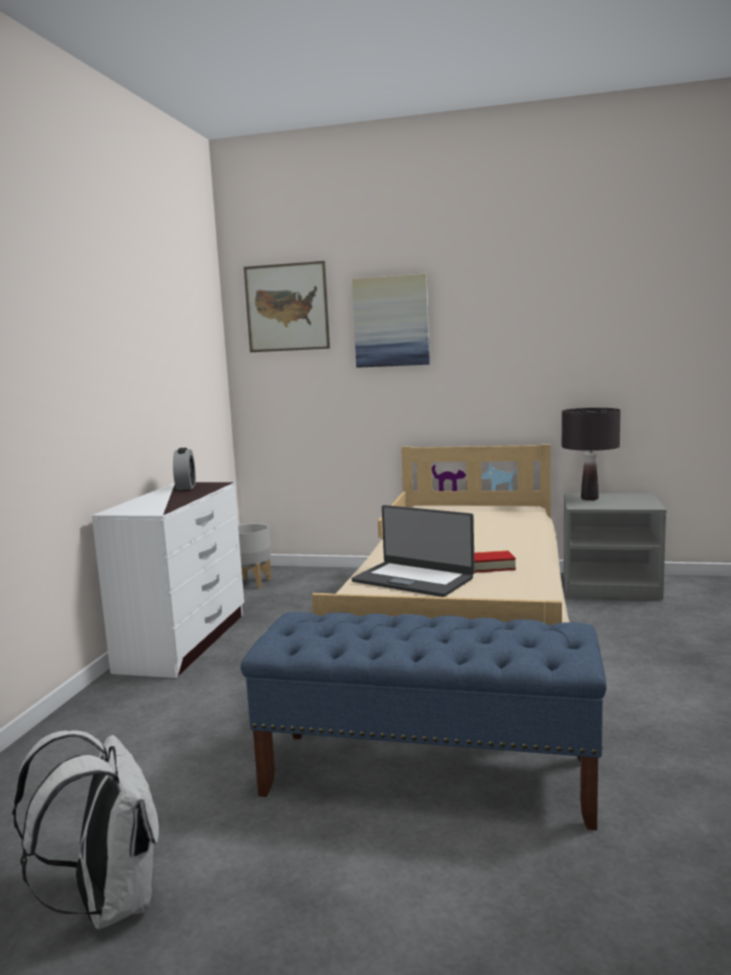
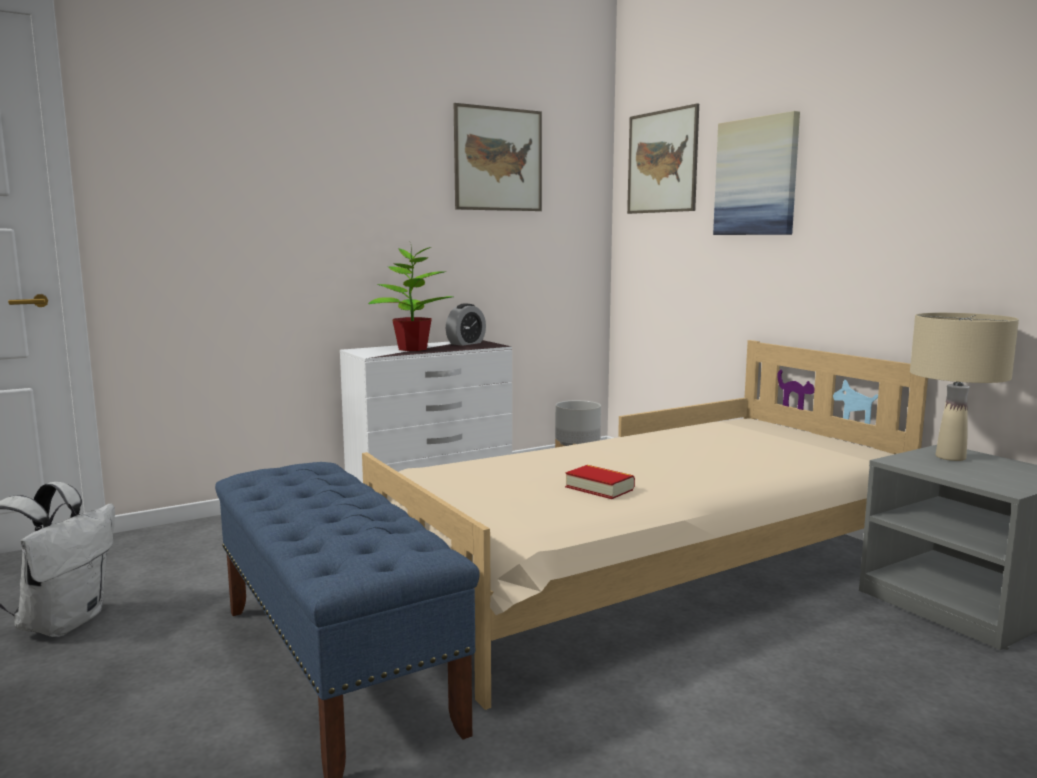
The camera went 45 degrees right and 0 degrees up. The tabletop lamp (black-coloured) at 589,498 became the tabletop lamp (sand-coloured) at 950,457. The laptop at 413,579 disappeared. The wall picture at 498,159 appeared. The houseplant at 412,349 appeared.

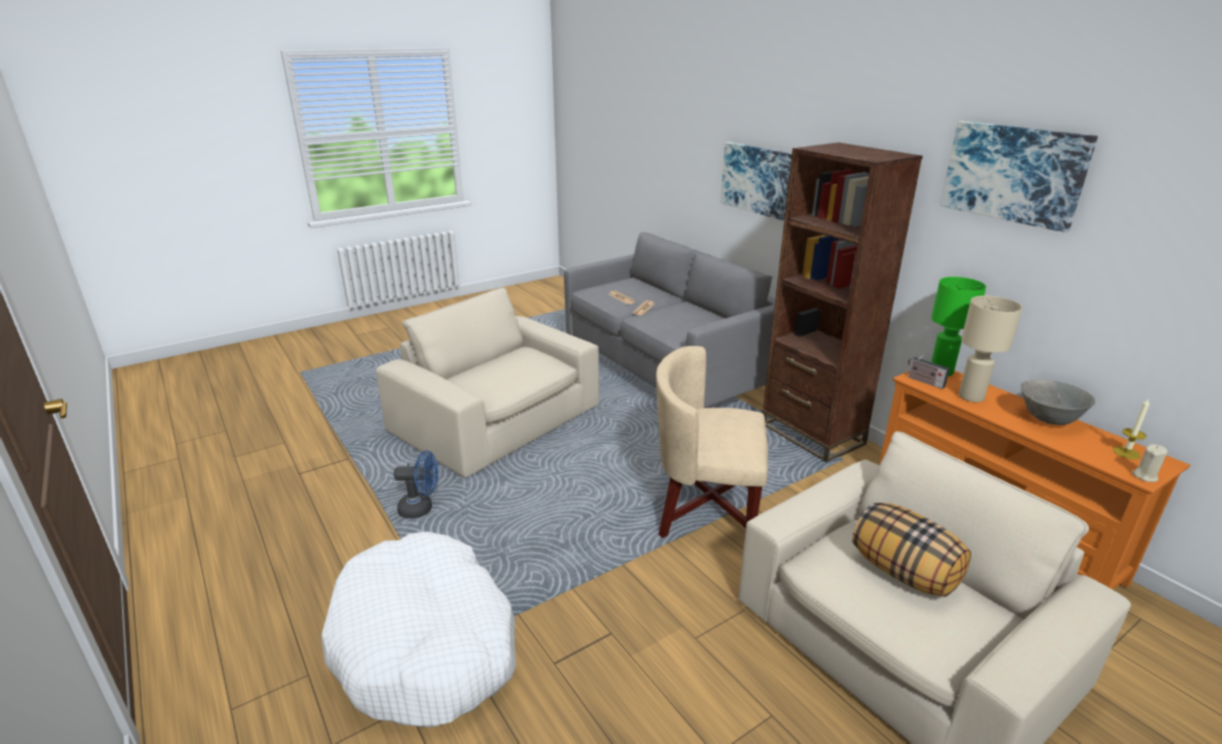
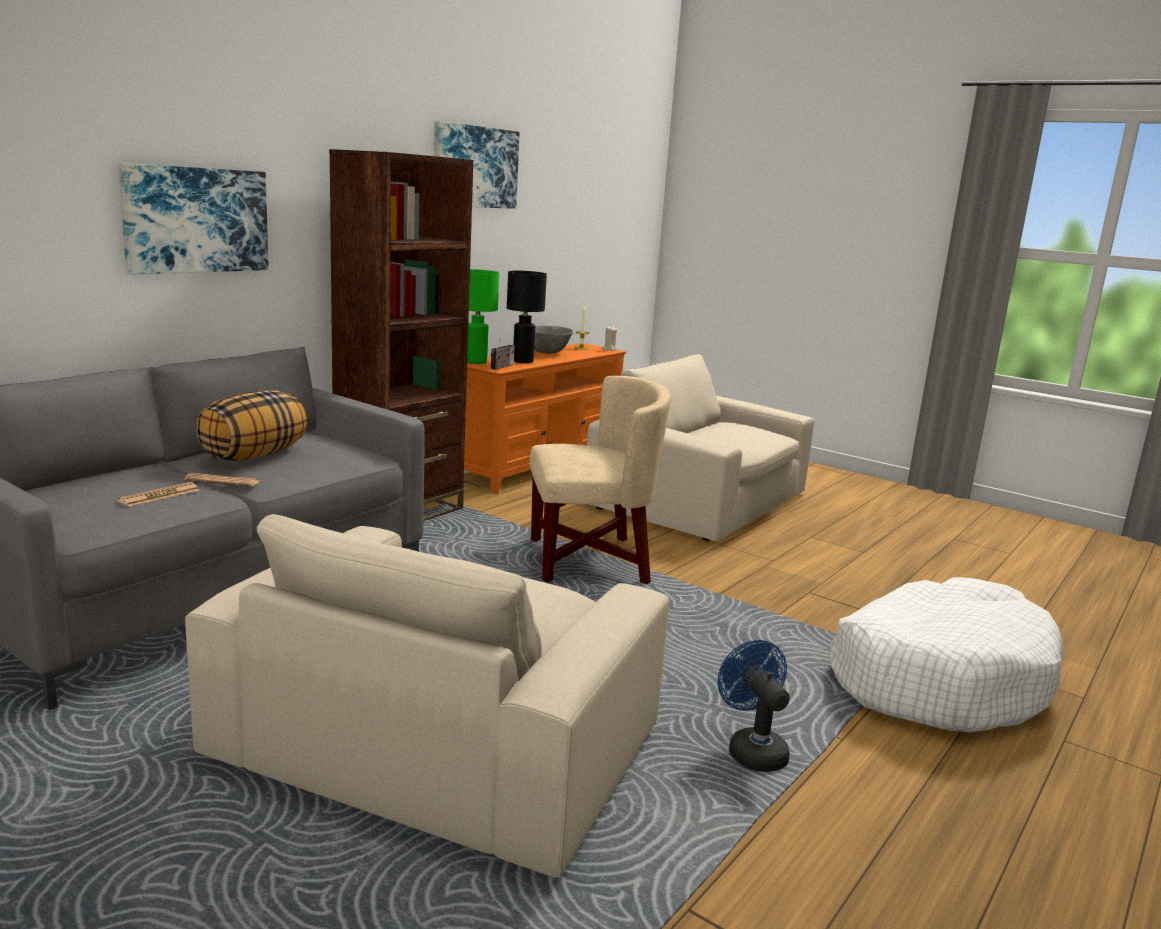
The camera went 110 degrees left and 10 degrees down. The tabletop lamp (sand-coloured) at 971,397 became the tabletop lamp (black-coloured) at 523,361. The armchair (sand-coloured) at 706,509 turned 90 degrees counterclockwise. The cushion moved from 904,572 to 254,455.

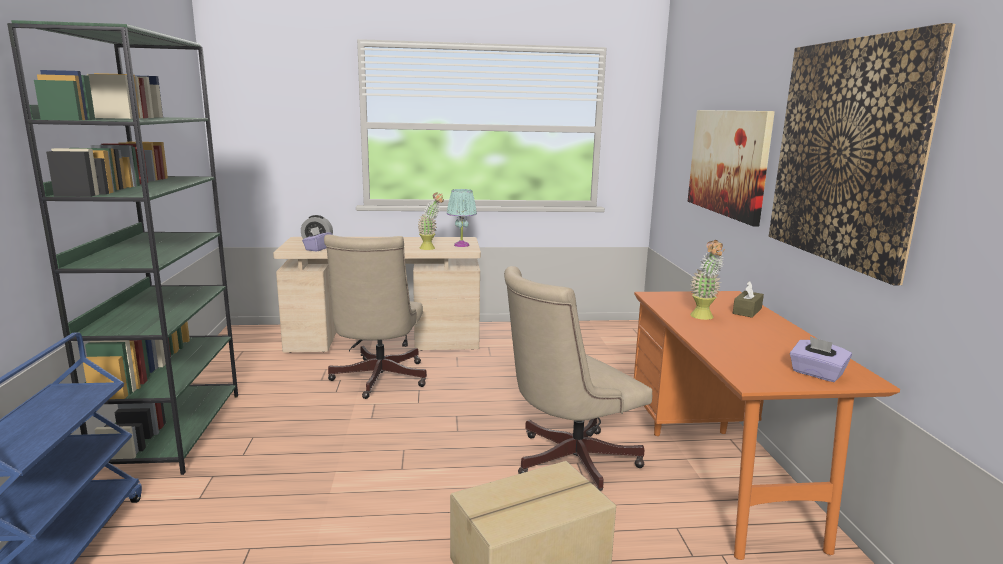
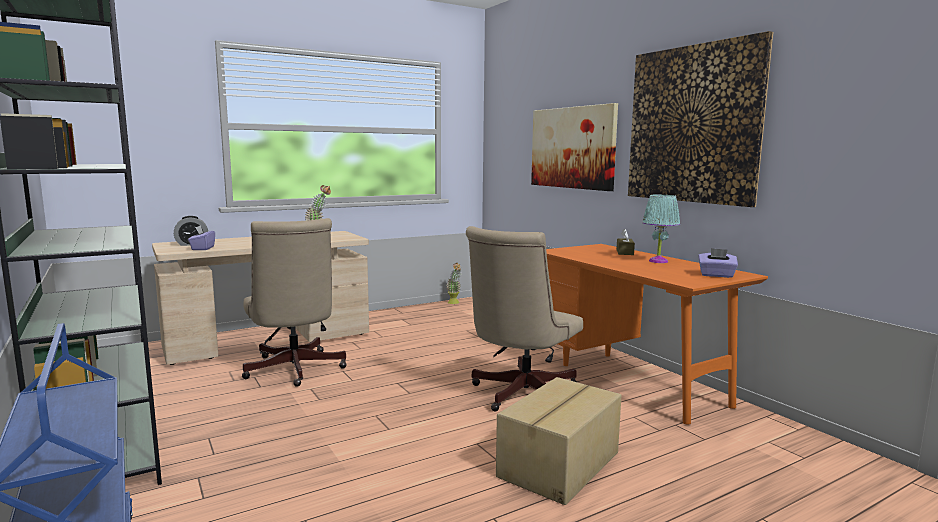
The camera went 25 degrees left and 5 degrees down. The tabletop lamp (turquoise-coloured) moved from 461,245 to 658,261. The houseplant moved from 703,318 to 454,303.

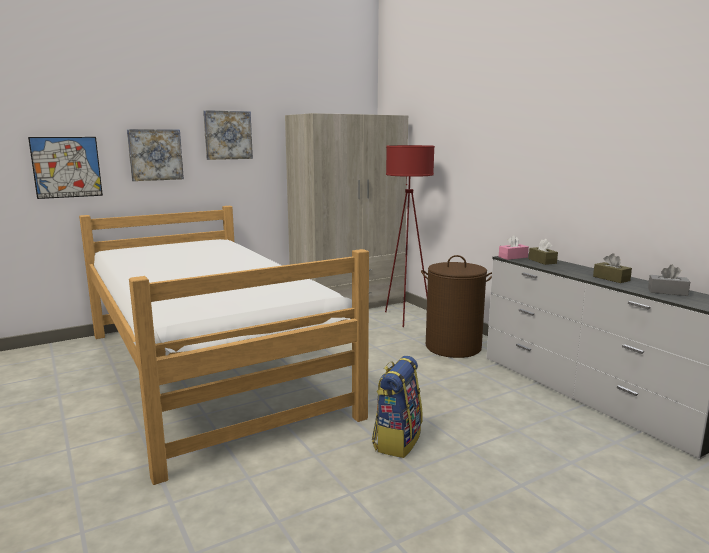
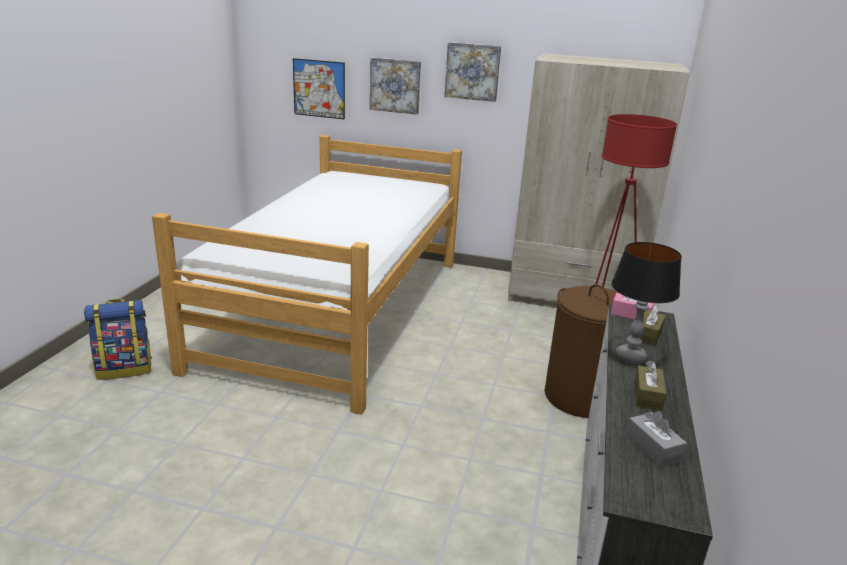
The camera went 45 degrees right and 10 degrees up. The knapsack moved from 397,440 to 125,369. The tabletop lamp at 630,357 appeared.

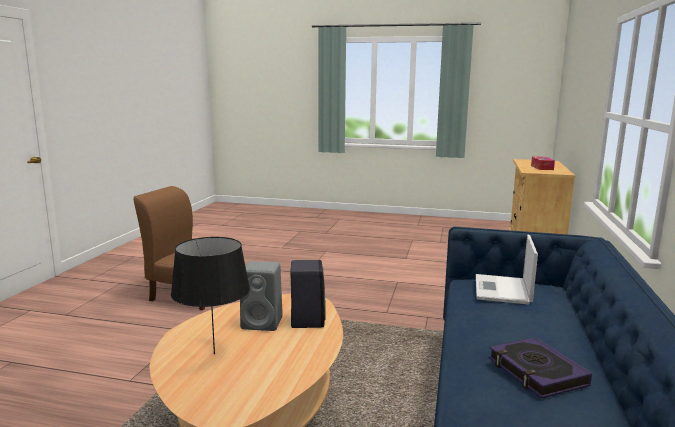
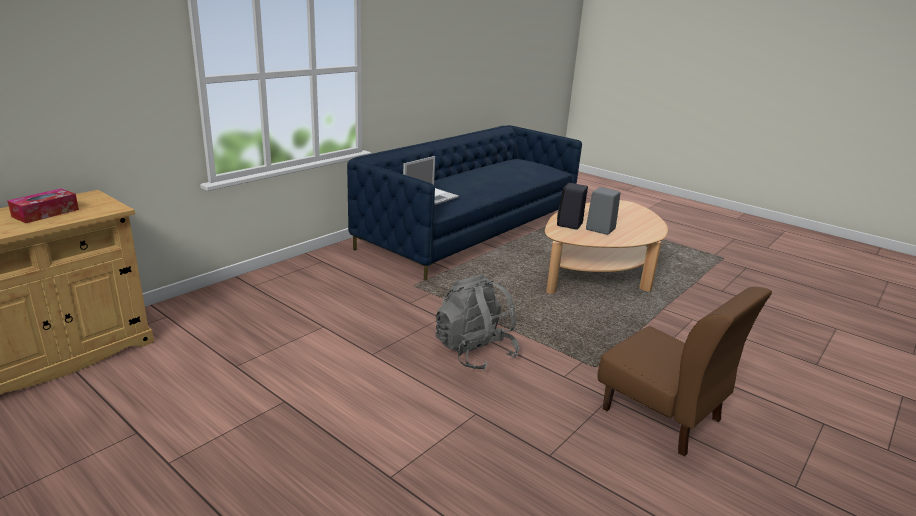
The camera went 155 degrees left and 10 degrees up. The tabletop lamp (black-coloured) at 214,354 disappeared. The volume at 536,372 disappeared. The knapsack (grey) at 474,352 appeared.

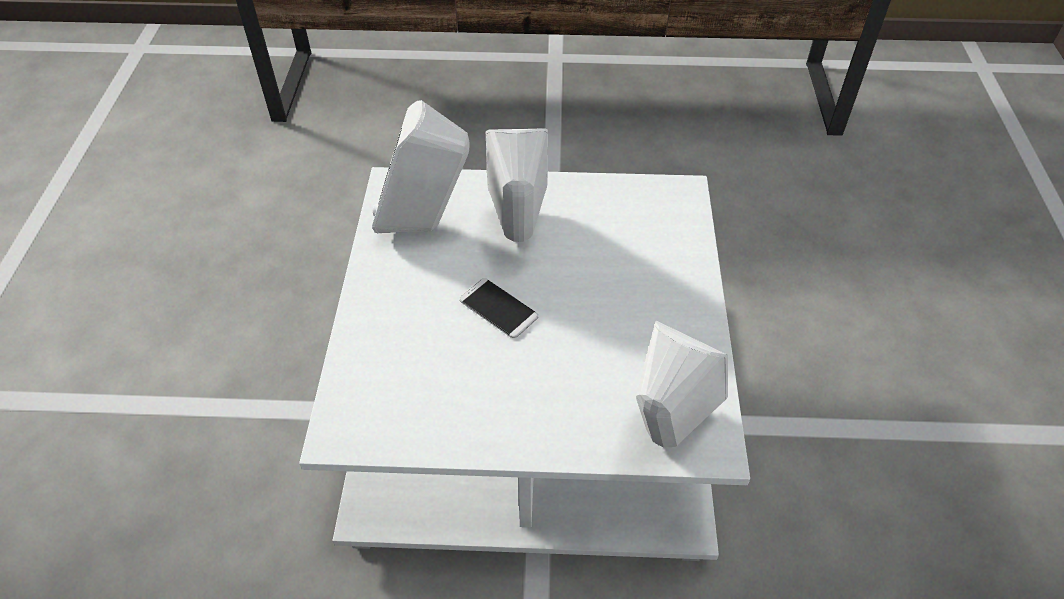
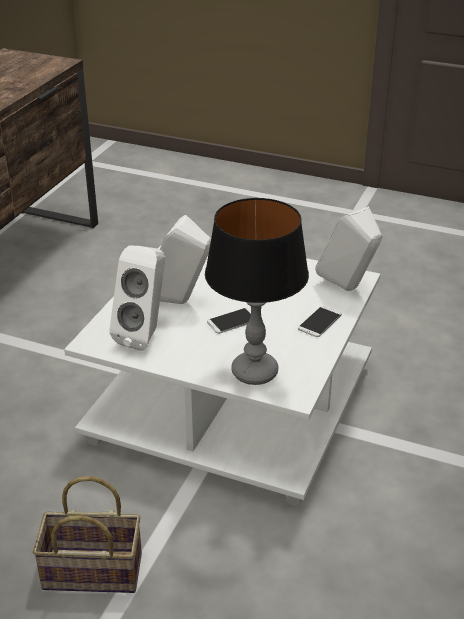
The camera went 70 degrees left and 15 degrees down. The tabletop lamp at 255,372 appeared. The telephone at 320,322 appeared. The storage basket at 89,573 appeared.

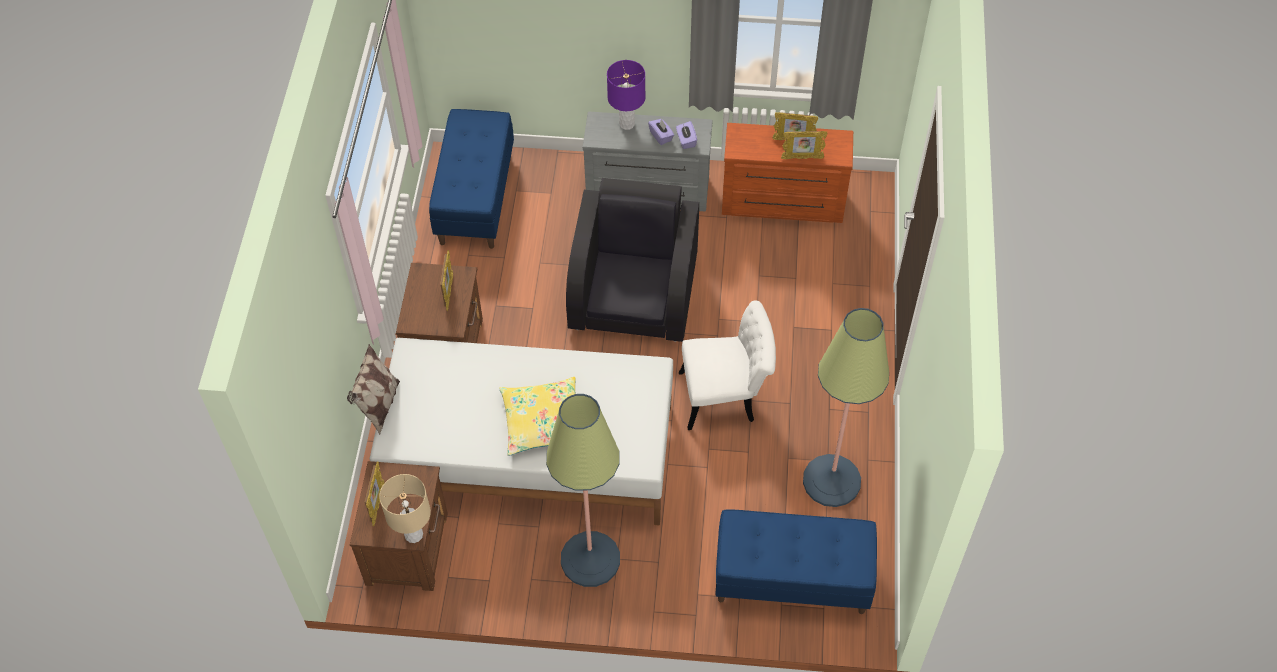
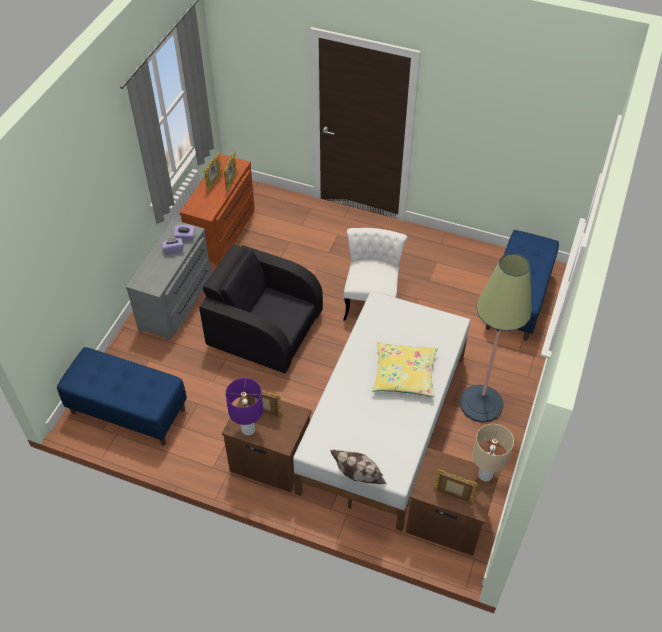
The camera went 75 degrees left and 5 degrees down. The tabletop lamp (purple-coloured) moved from 626,124 to 248,429. The standing lamp at 831,481 disappeared.

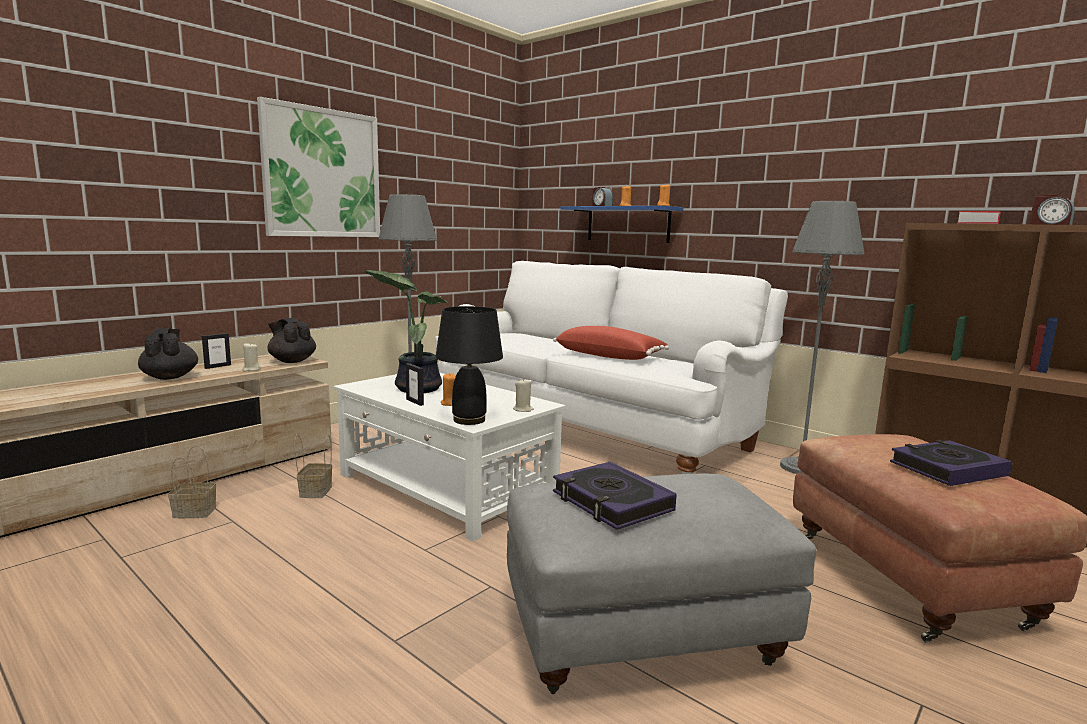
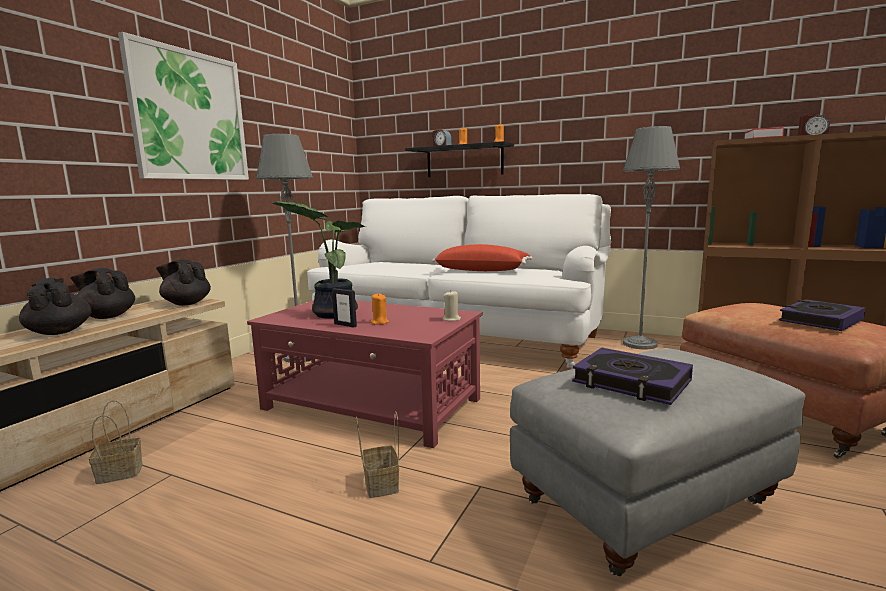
The camera went 15 degrees left and 0 degrees up. The shelf (blue) at 628,224 became the shelf (black-coloured) at 464,161. The tabletop lamp (black-coloured) at 468,420 disappeared. The picture frame at 217,366 was replaced by the tea pot (black-coloured) at 107,316. The wax light (sand-coloured) at 251,369 disappeared. The low table (white-coloured) at 446,488 became the low table (red-coloured) at 372,404. The storage basket moved from 315,491 to 380,484.

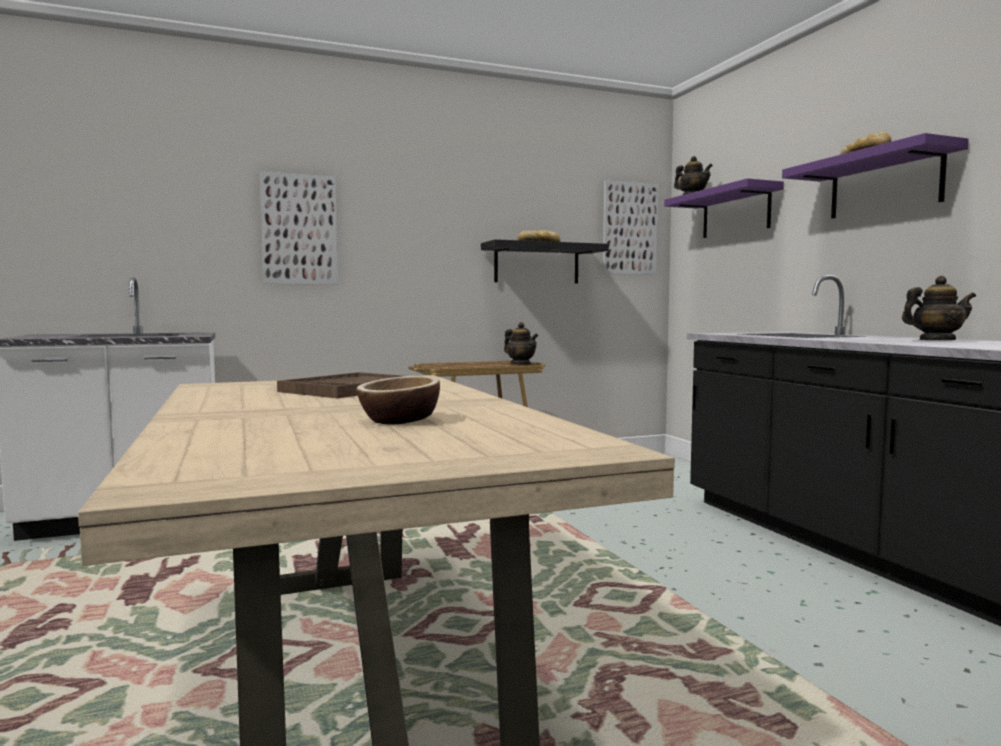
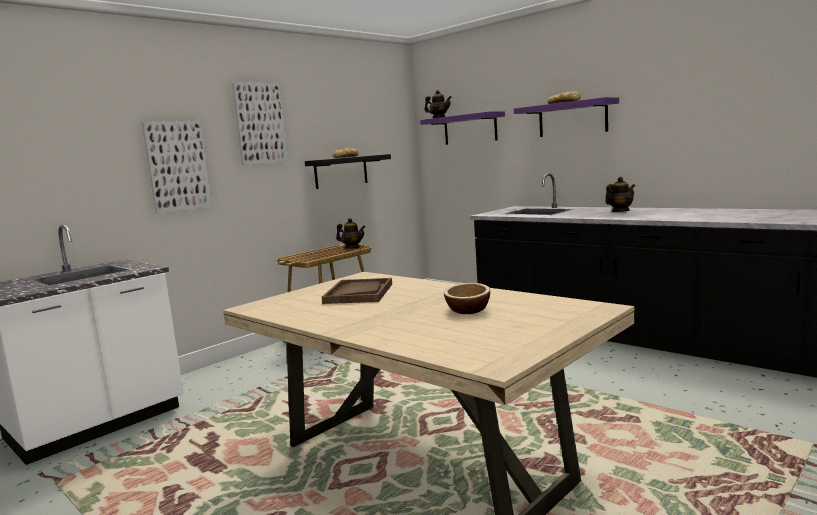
The camera went 25 degrees left and 5 degrees up. The wall picture moved from 629,229 to 260,123.

